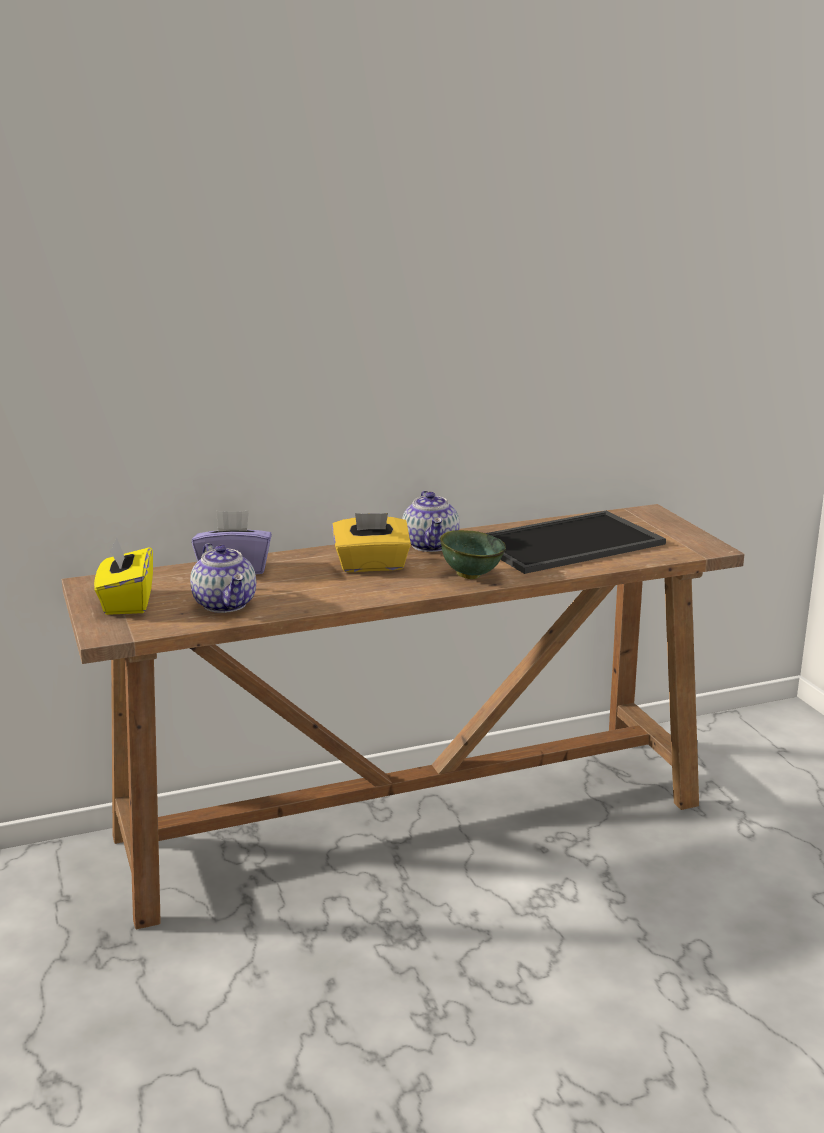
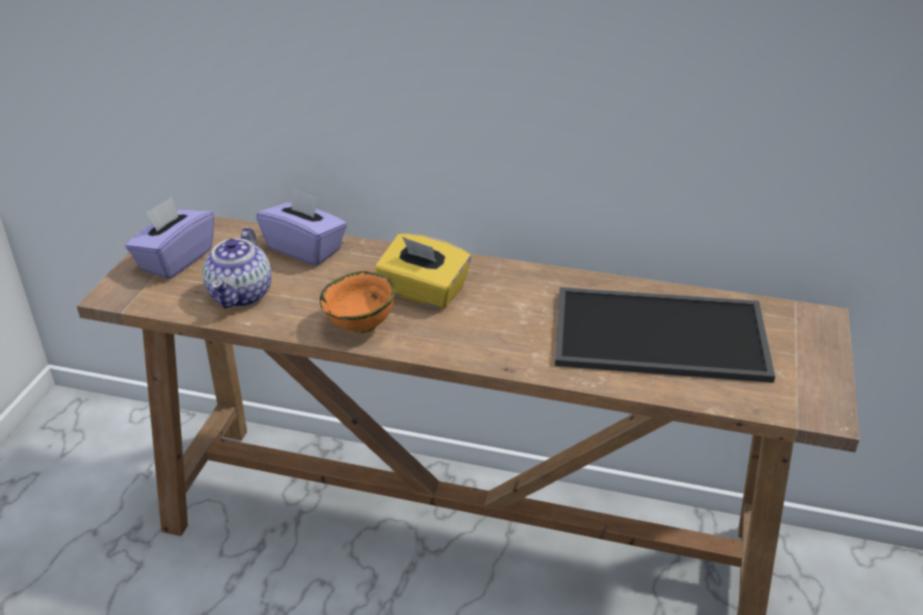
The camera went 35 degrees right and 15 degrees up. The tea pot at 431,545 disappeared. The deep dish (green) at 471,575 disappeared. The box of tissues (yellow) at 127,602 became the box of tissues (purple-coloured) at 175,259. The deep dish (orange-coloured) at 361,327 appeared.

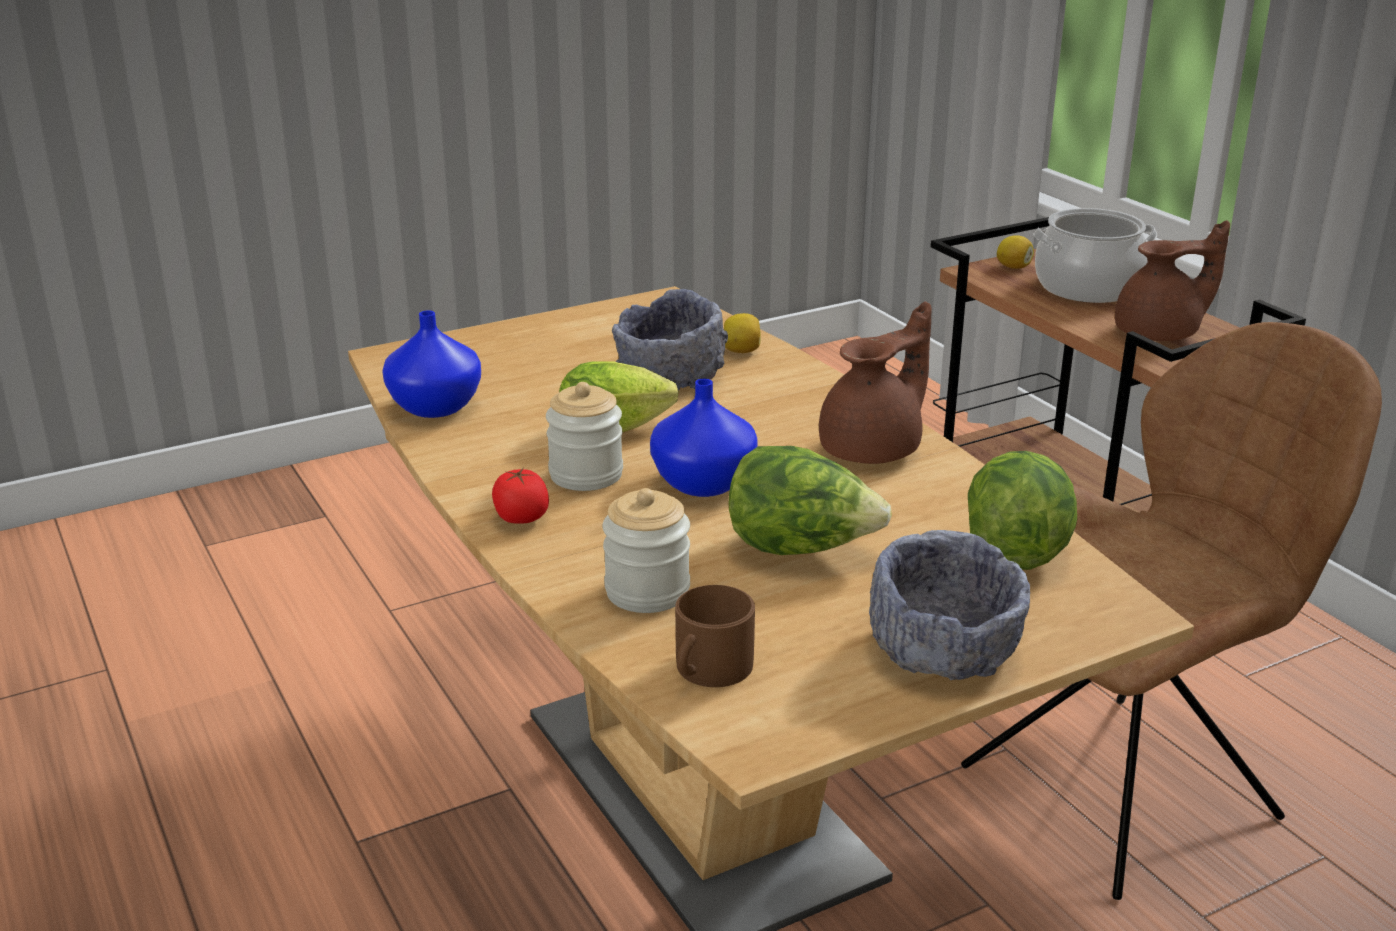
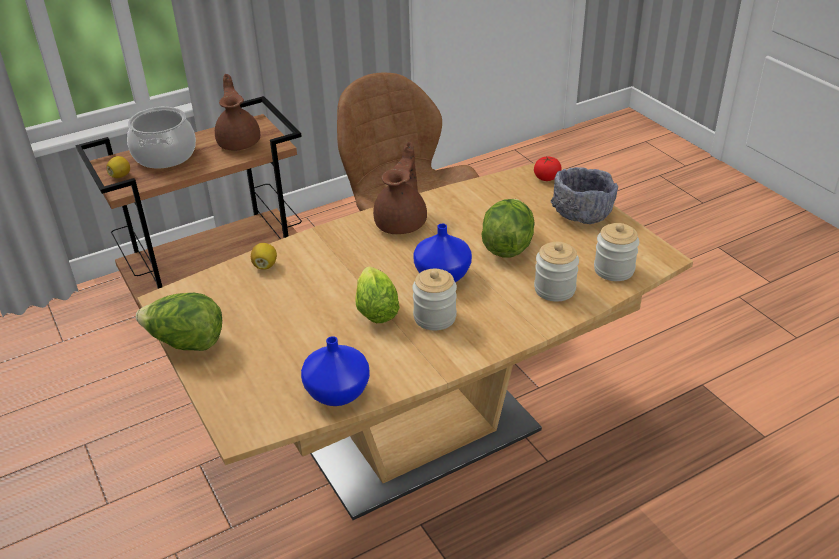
The camera went 90 degrees left and 10 degrees up. The deep dish (grey) at 670,377 disappeared. The tea pot (brown-coloured) at 874,449 turned 60 degrees clockwise. The lettuce head moved from 1015,548 to 186,343. The tomato moved from 521,518 to 546,178. The mug (brown-coloured) at 708,669 was replaced by the storage jar at 614,270.

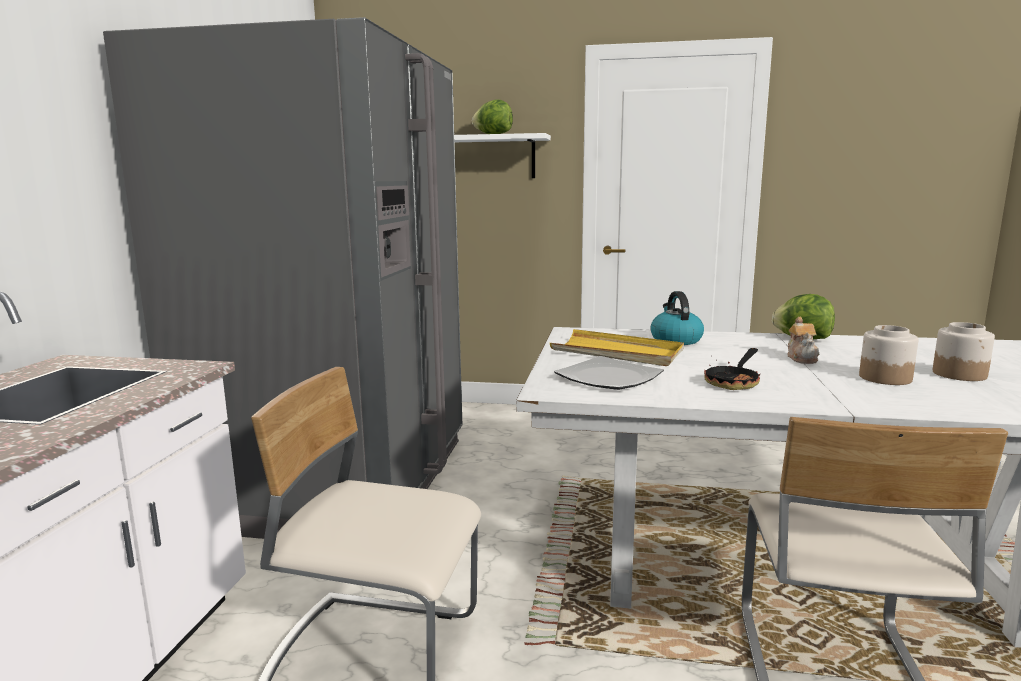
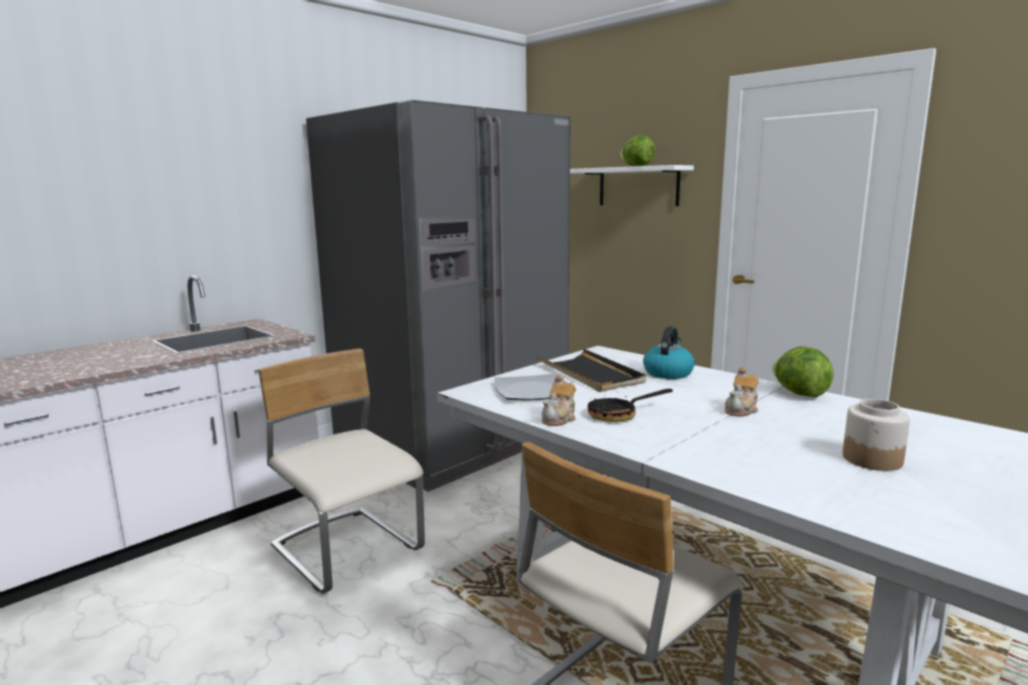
The camera went 35 degrees right and 0 degrees up. The storage jar at 884,378 disappeared. The tray (yellow) at 617,352 became the tray (black-coloured) at 590,374. The tea pot at 559,419 appeared.

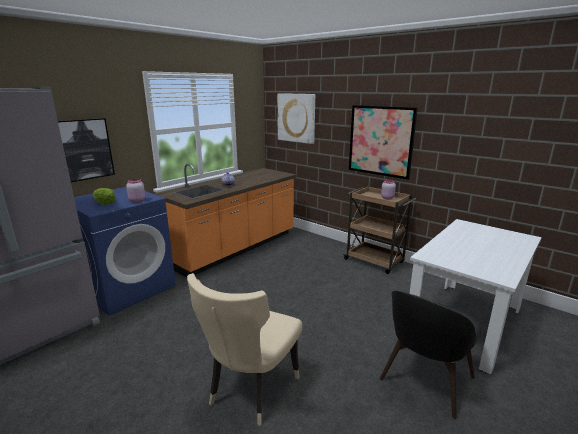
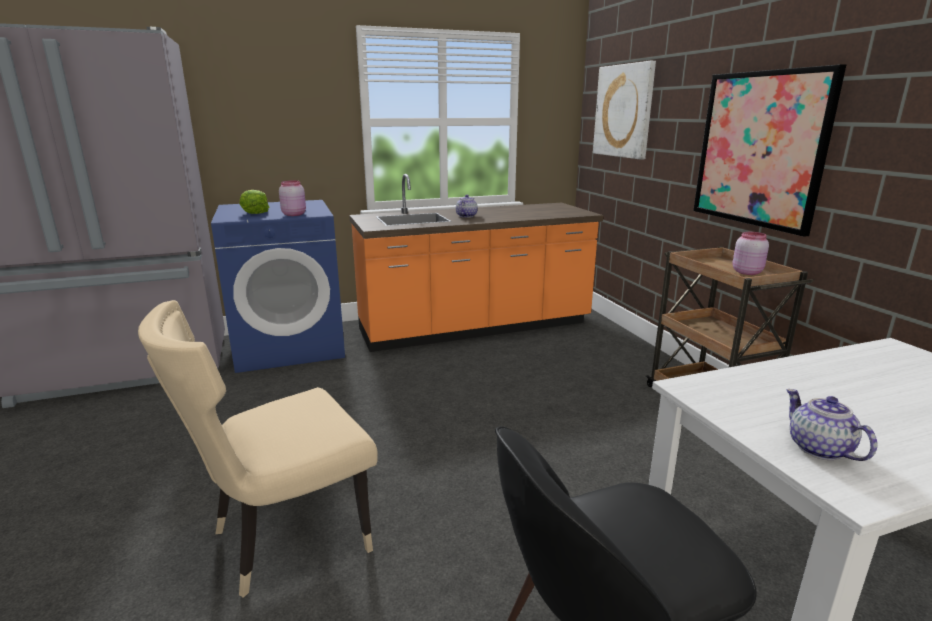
The camera went 30 degrees right and 0 degrees up. The wall picture at 84,149 disappeared. The tea pot at 818,448 appeared.

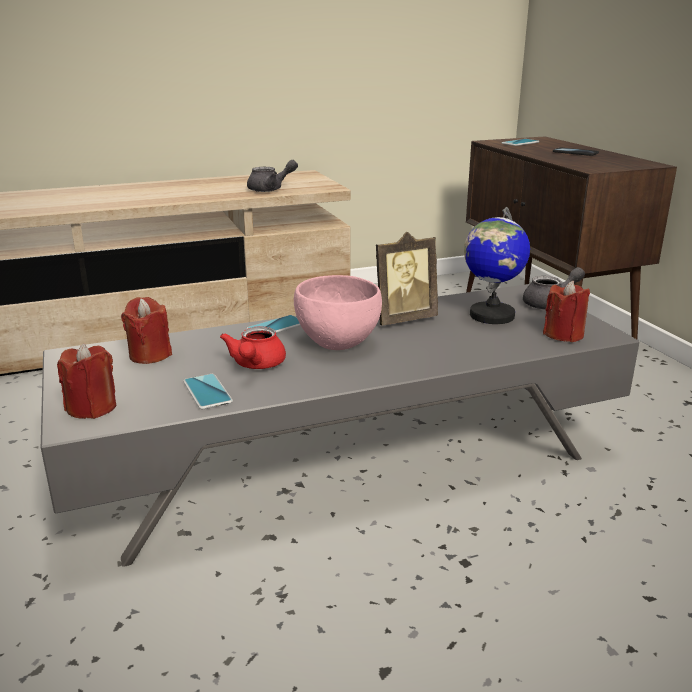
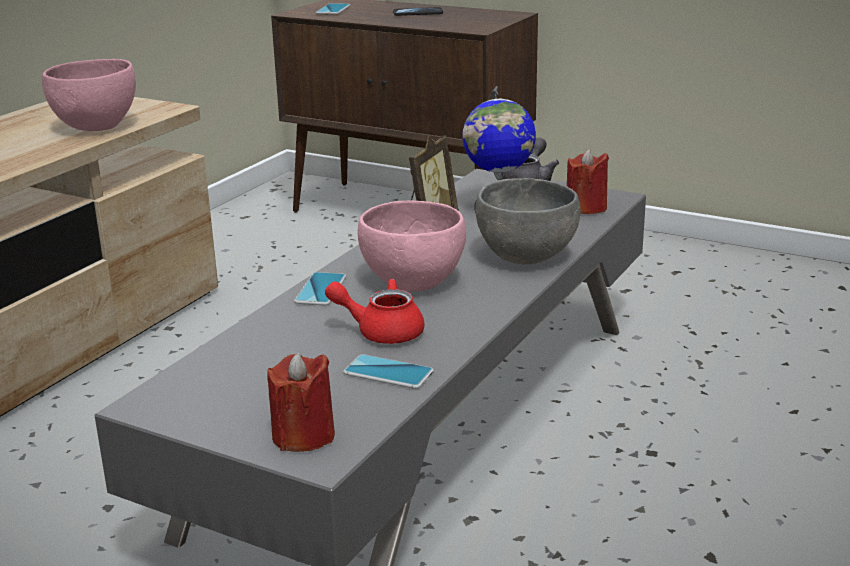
The camera went 40 degrees left and 0 degrees up. The tea pot (grey) at 270,189 was replaced by the deep dish (pink-coloured) at 96,127. The wax light (red-coloured) at 150,355 disappeared. The tea pot (red-coloured) at 256,365 turned 135 degrees clockwise. The deep dish (grey) at 525,257 appeared.

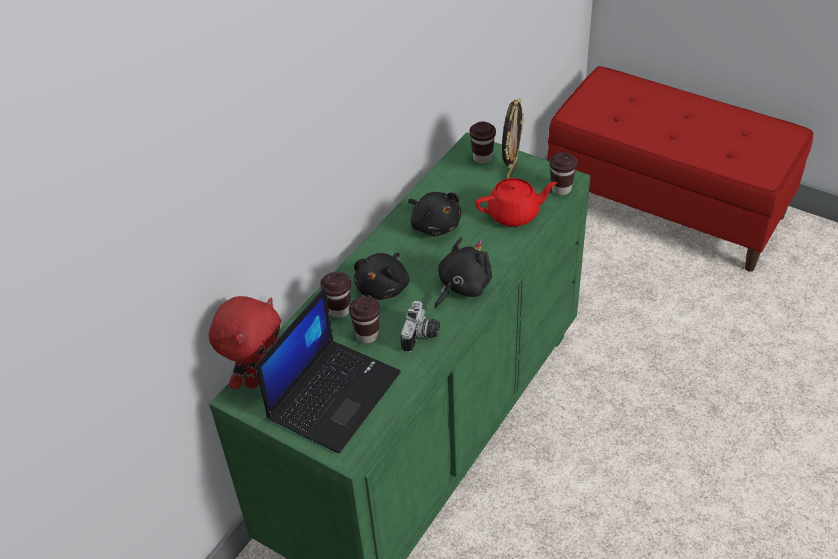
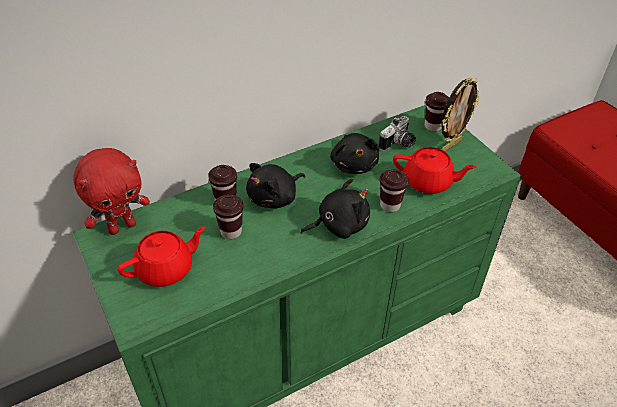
The camera went 25 degrees right and 0 degrees up. The cup (brown-coloured) moved from 561,189 to 390,205. The laptop at 334,394 was replaced by the tea pot (red-coloured) at 166,269. The photo camera moved from 422,336 to 398,144.

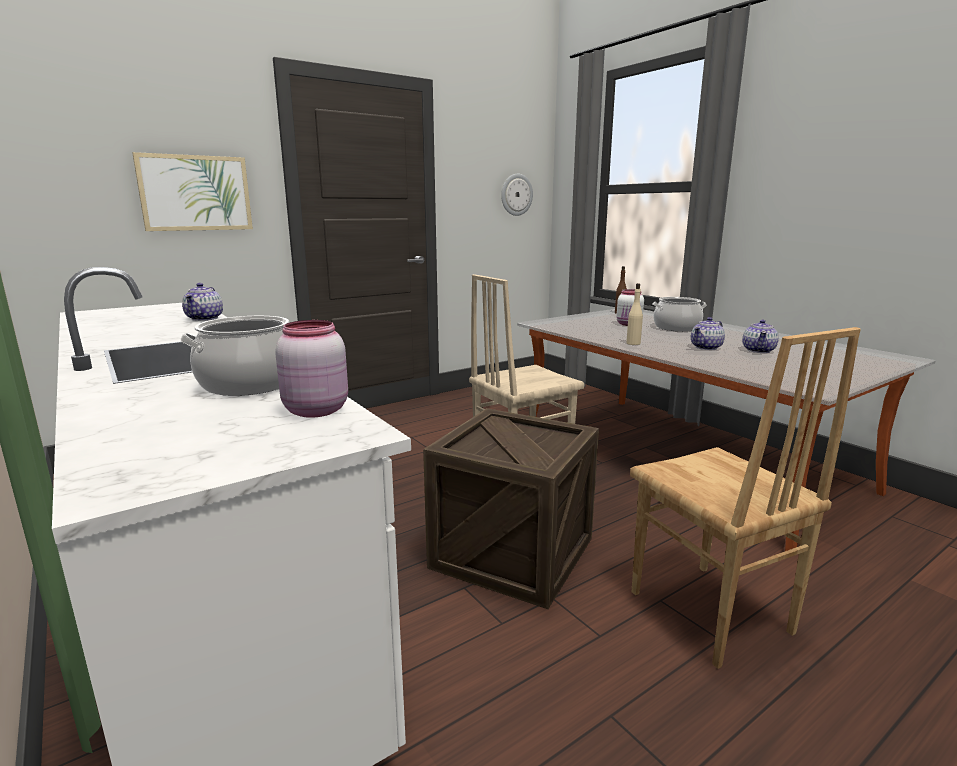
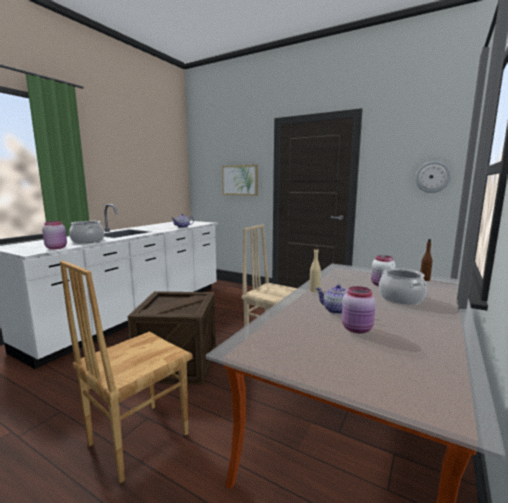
The camera went 65 degrees right and 5 degrees down. The tea pot at 758,350 was replaced by the storage jar (pink-coloured) at 357,329.

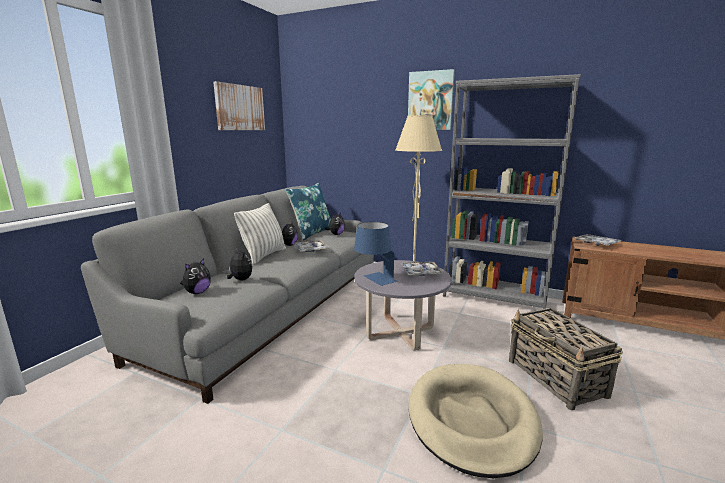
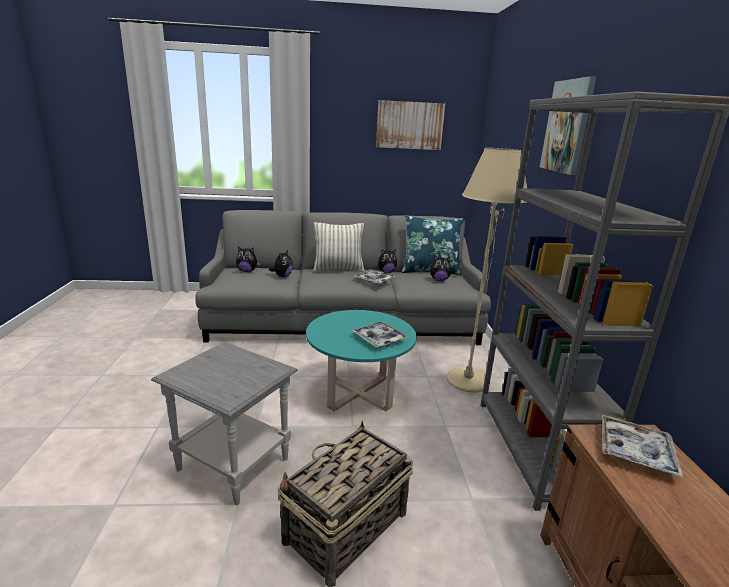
The camera went 60 degrees right and 5 degrees up. The tabletop lamp (blue) at 374,280 disappeared. The low table (grey) at 400,333 became the low table (turquoise-coloured) at 358,393. The pet bed (sand-coloured) at 471,420 was replaced by the end table (grey) at 232,464.

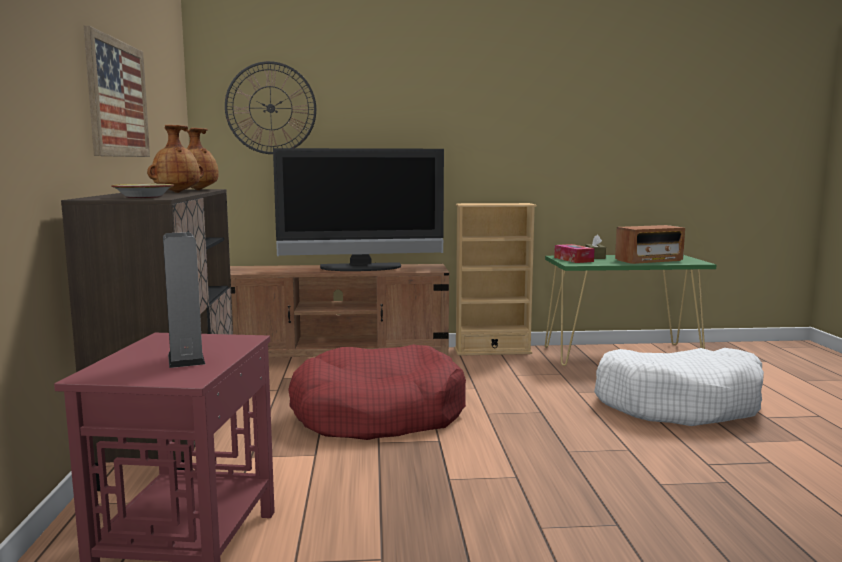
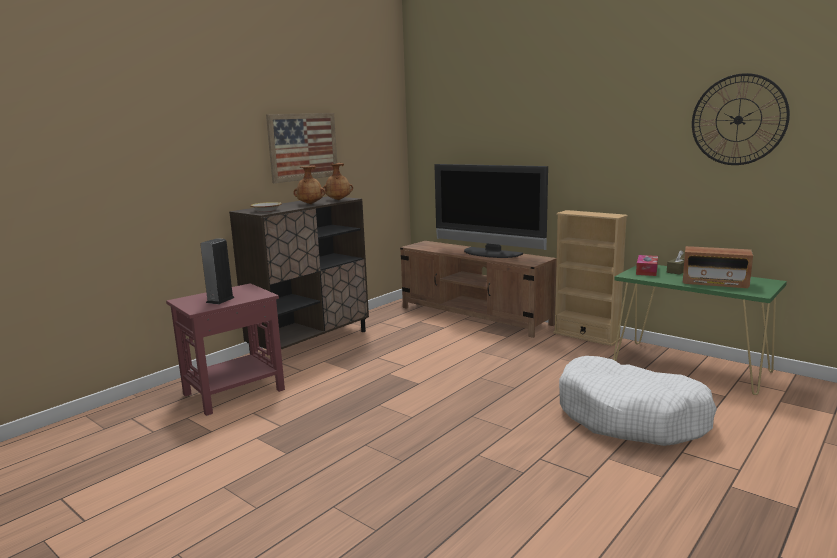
The camera went 45 degrees right and 5 degrees up. The wall clock moved from 270,108 to 738,120. The pet bed (red-coloured) at 378,414 disappeared.

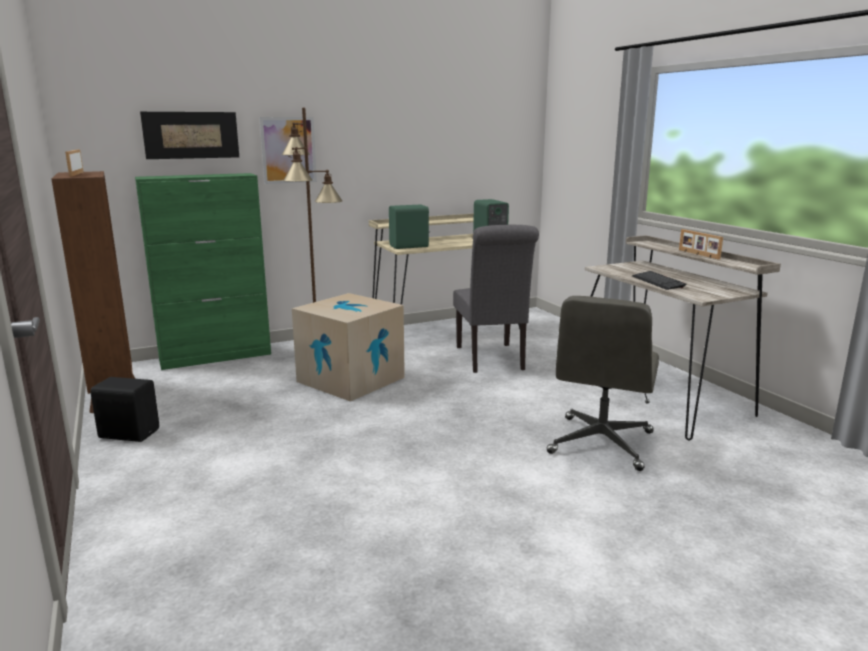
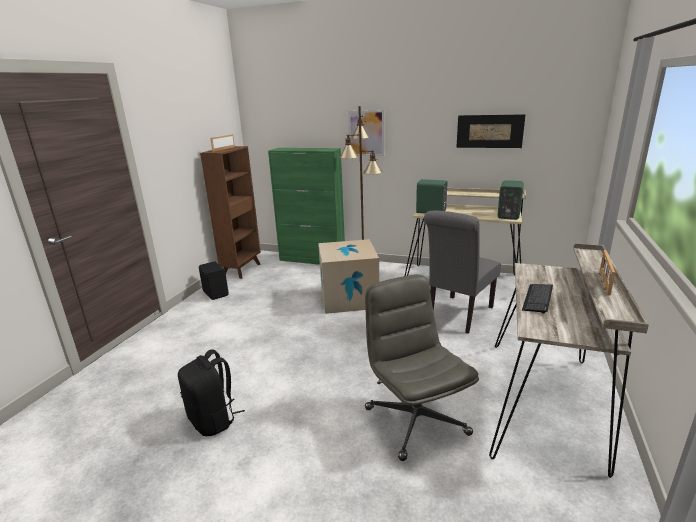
The camera went 45 degrees right and 5 degrees up. The wall picture moved from 191,135 to 489,131. The computer chair (grey) at 601,443 turned 90 degrees clockwise. The knapsack (black-coloured) at 213,420 appeared.

